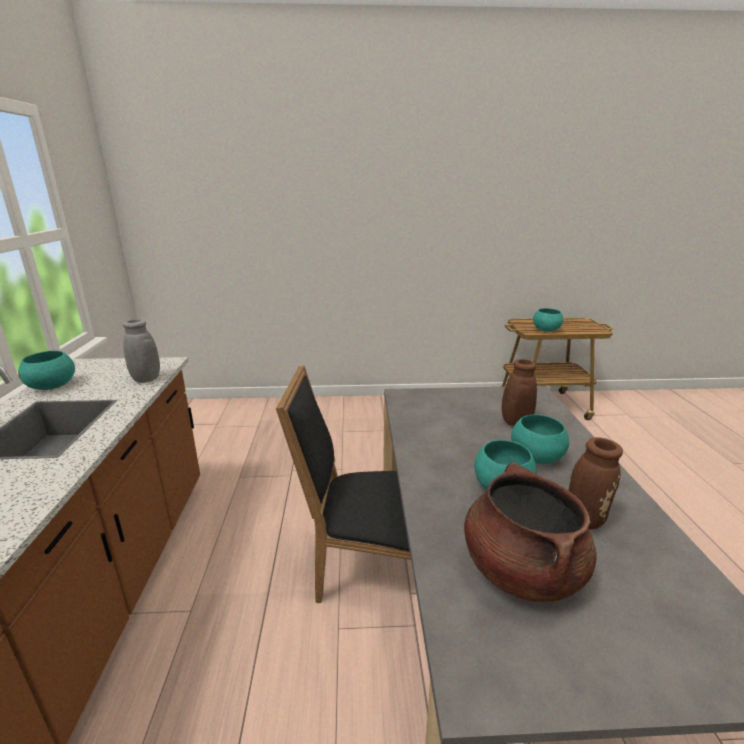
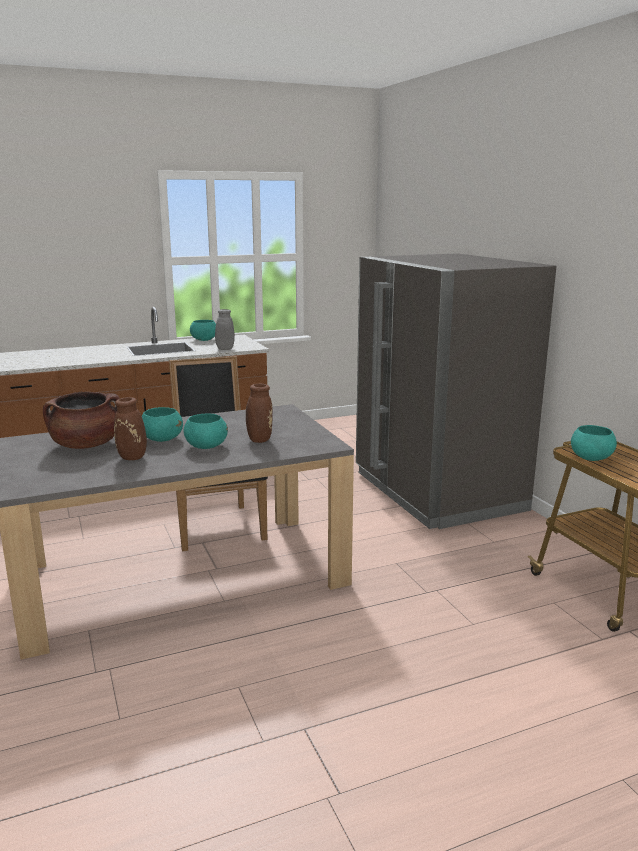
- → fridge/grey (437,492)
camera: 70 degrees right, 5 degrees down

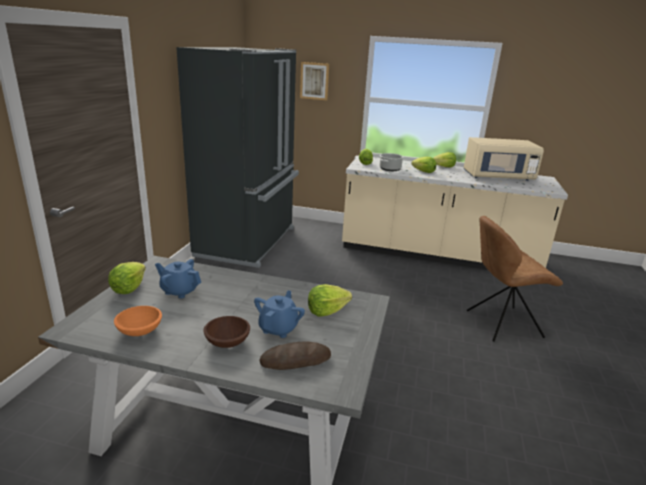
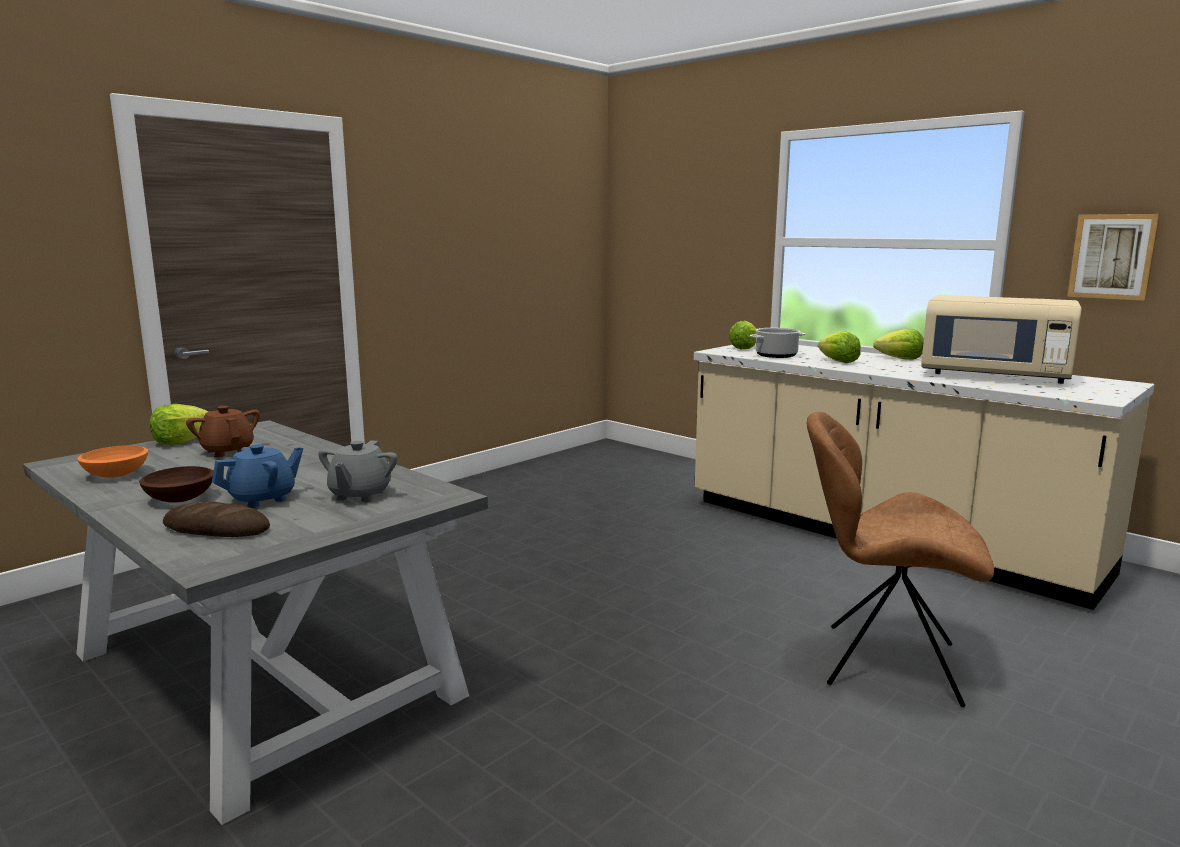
fridge/black (249,242) → -
picture (314,81) → picture (1112,256), move
teapot/blue (179,291) → teapot/brown (227,451)
lettuce (327,311) → teapot/grey (360,495)
camera: 30 degrees right, 10 degrees down

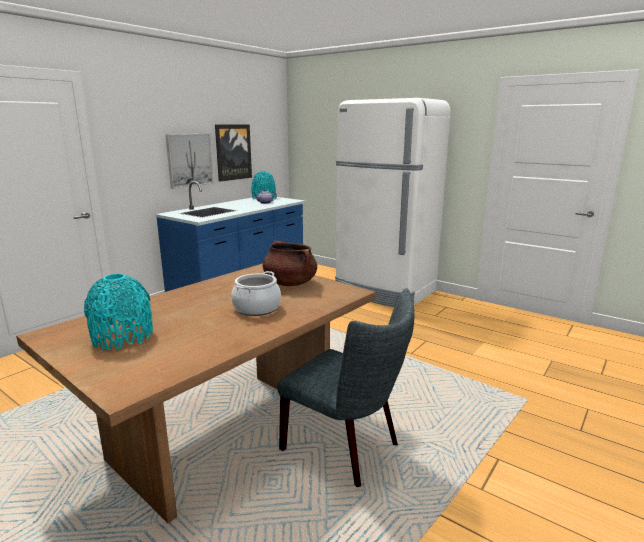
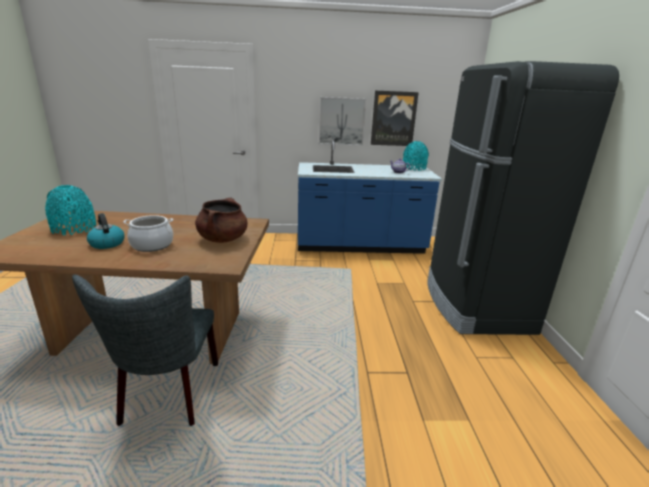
fridge/white (385,292) → fridge/black (475,305)
- → kettle (107,243)
camera: 50 degrees right, 5 degrees up

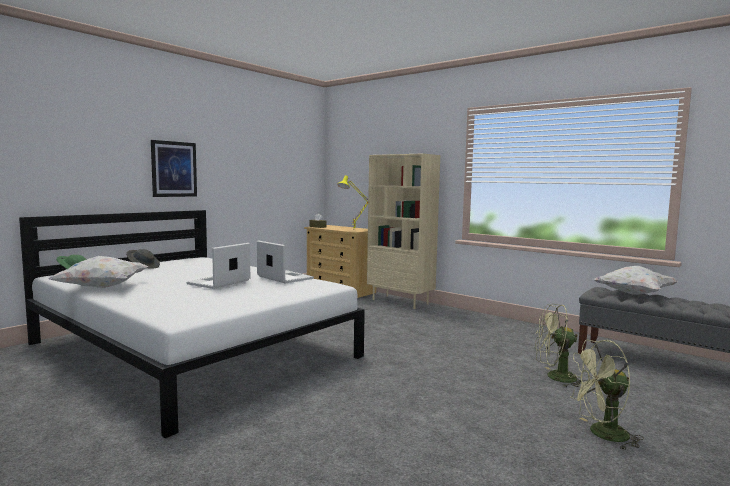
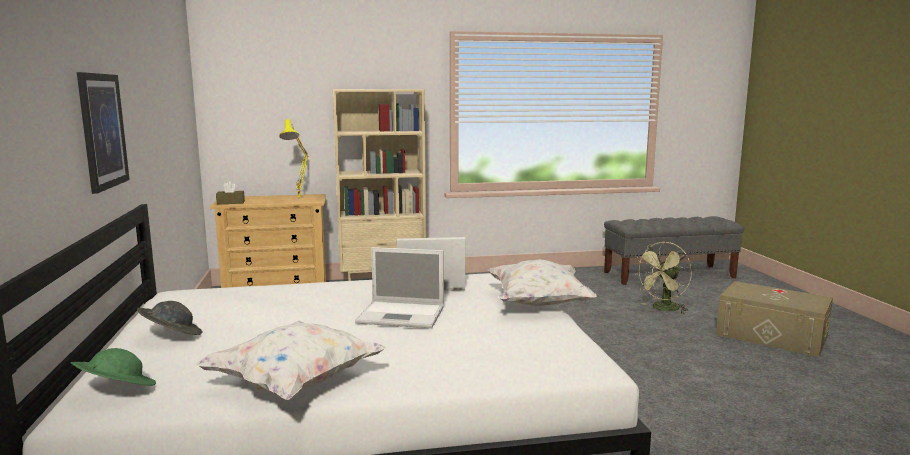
laptop (218,282) → laptop (403,315), 60 degrees counterclockwise
pillow/white (634,294) → pillow/white (538,304), move
fan/green (601,434) → storage box/beige (771,336)
camera: 50 degrees left, 5 degrees up

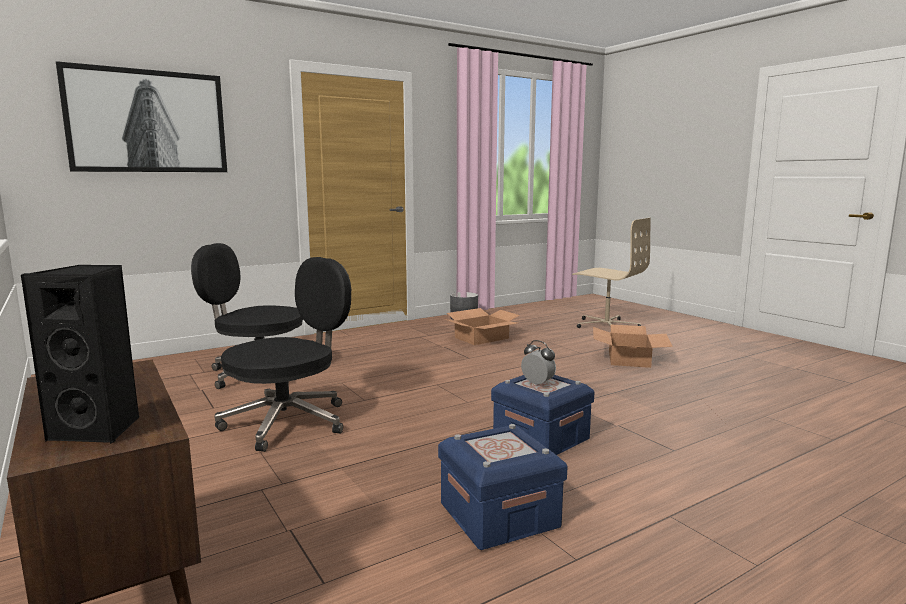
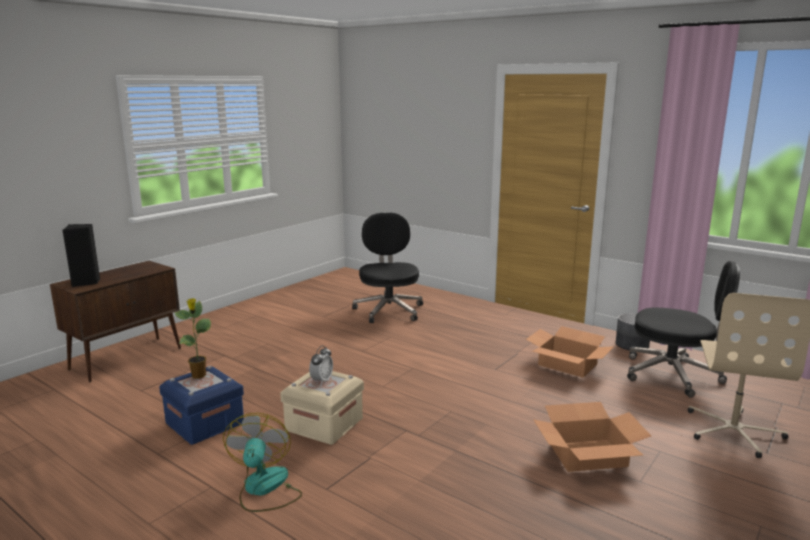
picture (148,121) → -
office chair/black (289,422) → office chair/black (673,374), move
storage box/blue (541,438) → storage box/beige (324,424)
- → potted plant (199,376)
- → fan (264,489)
camera: 70 degrees right, 5 degrees up

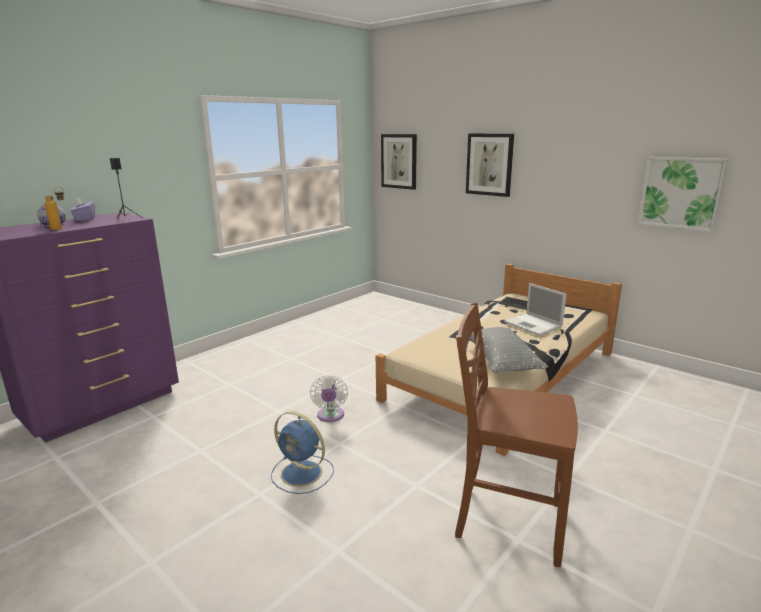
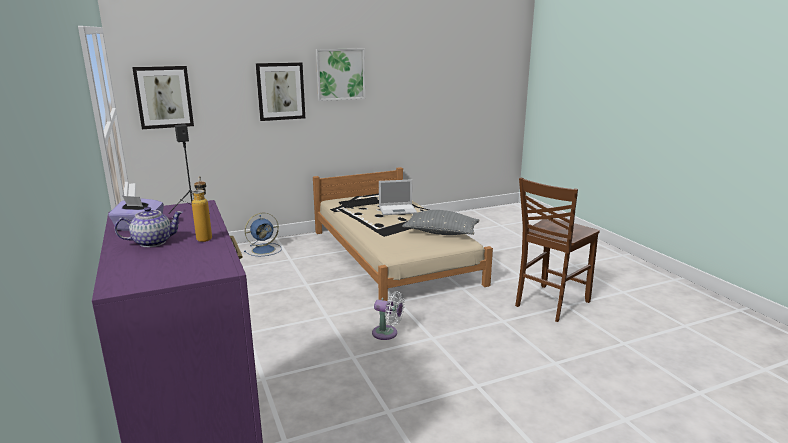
picture (681,193) → picture (340,74), move
fan/blue (303,474) → fan/blue (264,249), move
camera: 65 degrees left, 0 degrees up

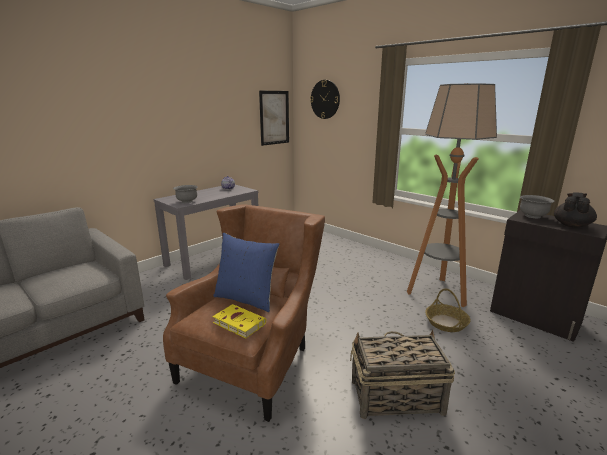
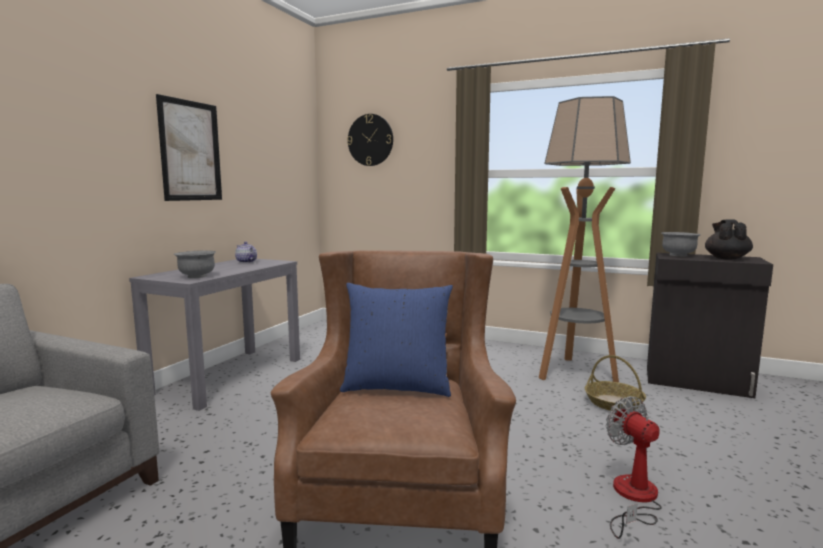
picture (274,117) → picture (190,151), move
book/yellow (238,323) → -
basket (395,396) → fan (633,498)
camera: 20 degrees left, 10 degrees down

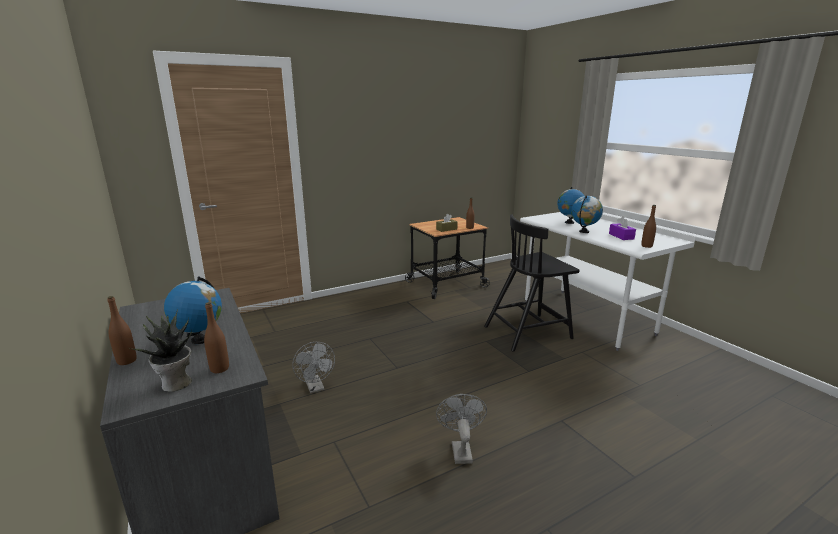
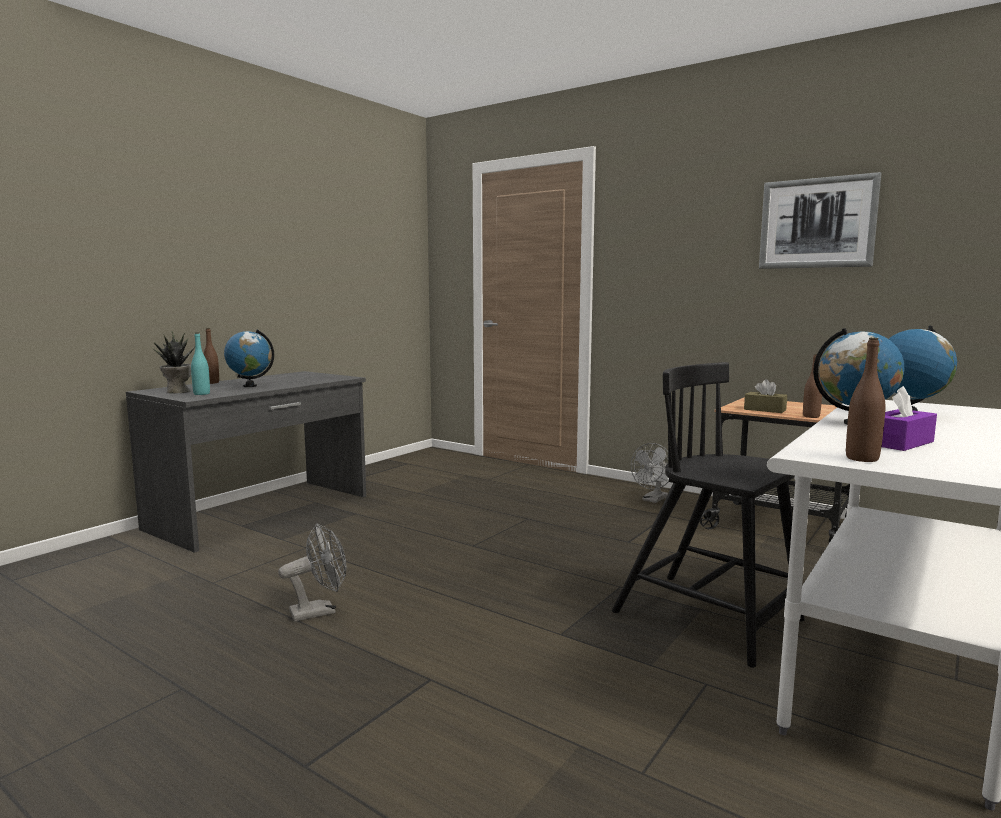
bottle/brown (219,369) → bottle/turquoise (201,394)
fan/grey (316,387) → fan/grey (653,500), move
- → picture (817,223)
camera: 65 degrees right, 10 degrees down

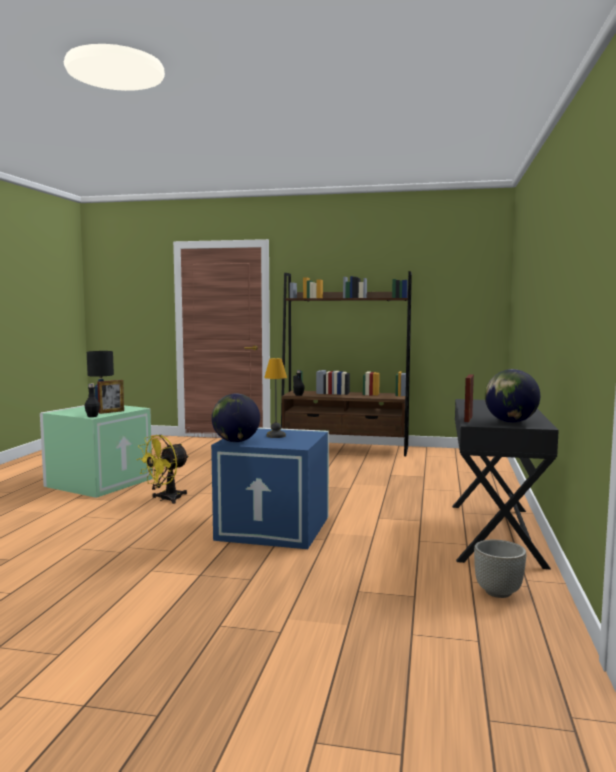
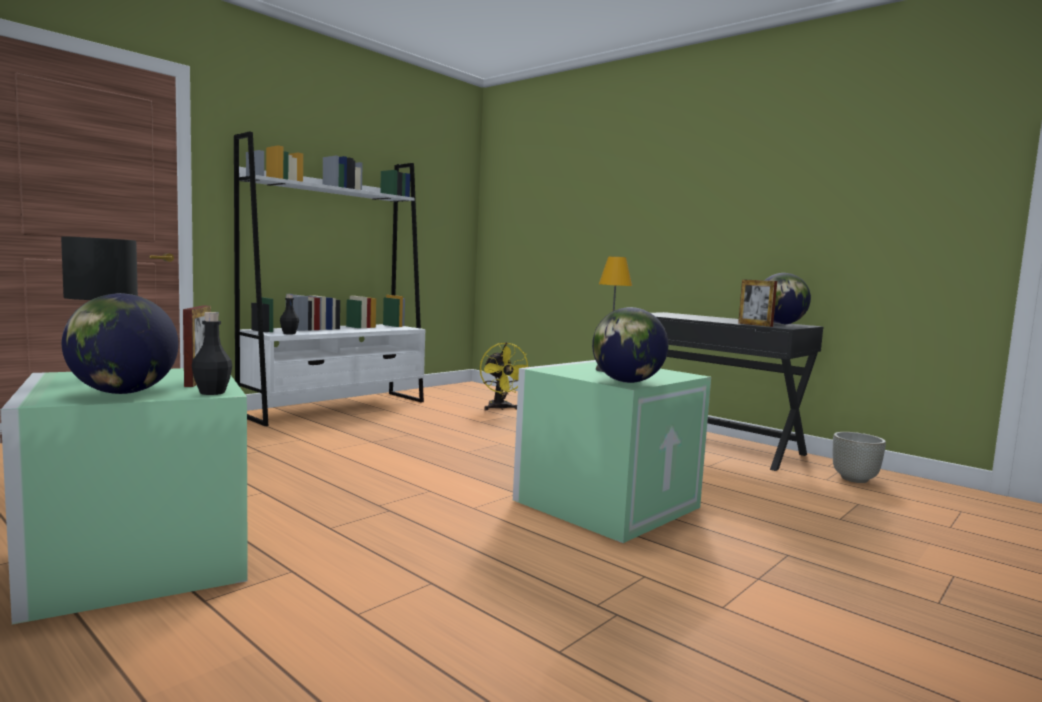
bookcase/brown (345,449) → bookcase/white (337,407)
storage box/blue (275,527) → storage box/green (606,502)
fan/yellow (165,499) → fan/yellow (500,408), move
- → globe (123,393)
camera: 60 degrees left, 0 degrees up

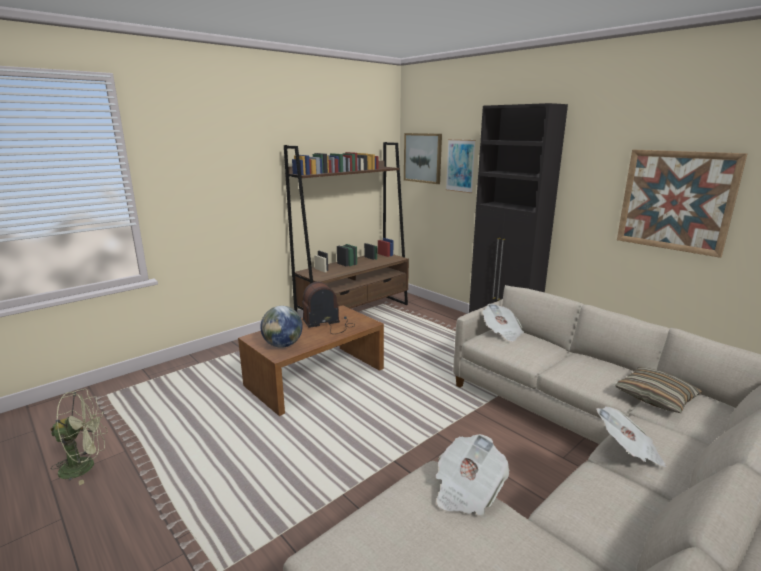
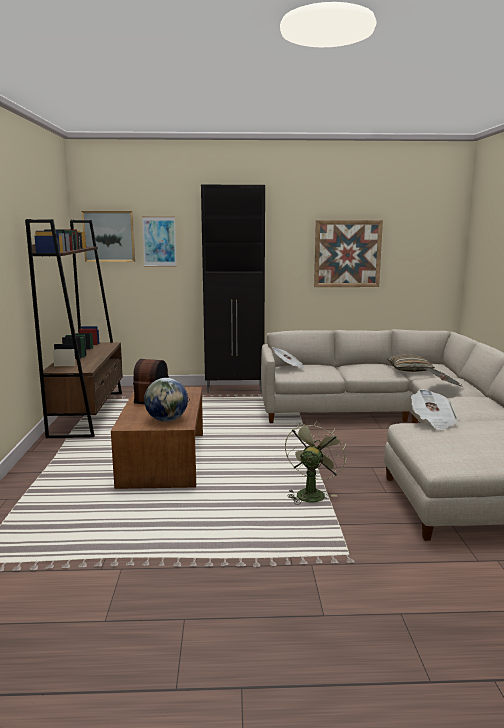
fan/green (85,466) → fan/green (311,493), move
camera: 50 degrees left, 5 degrees down

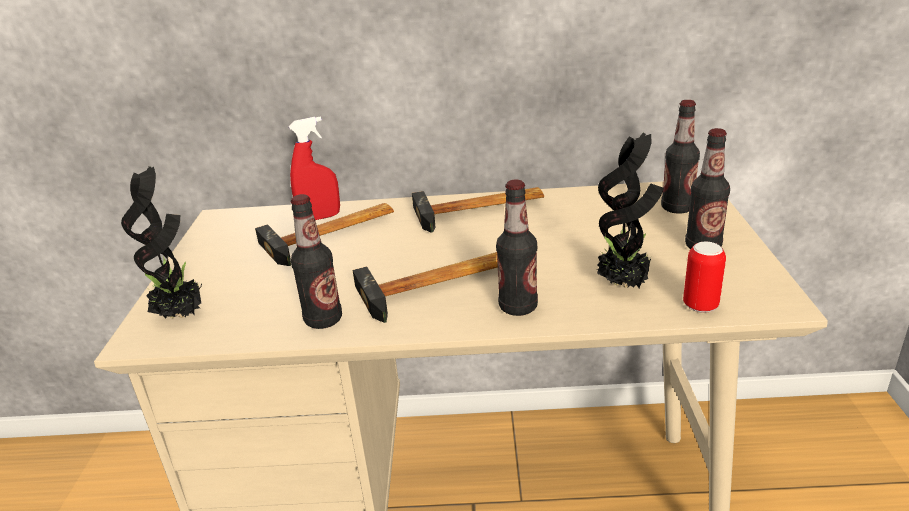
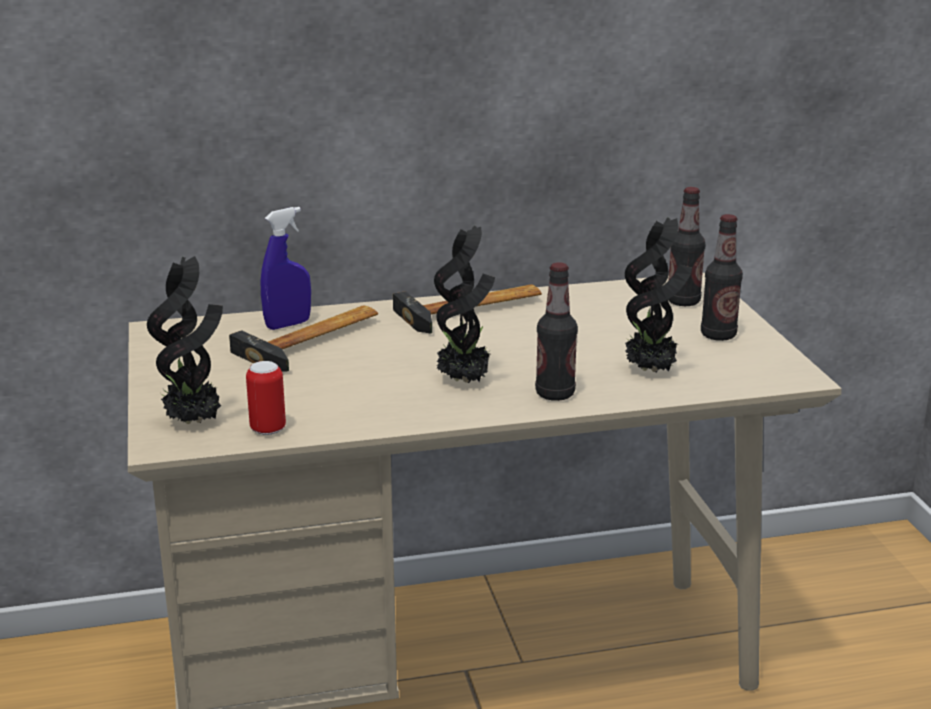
spray bottle/red (320,217) → spray bottle/blue (288,324)
bottle (323,320) → -
can (700,305) → can (268,429), move
hammer (439,286) → potted plant (465,381)
camera: 15 degrees left, 5 degrees down

